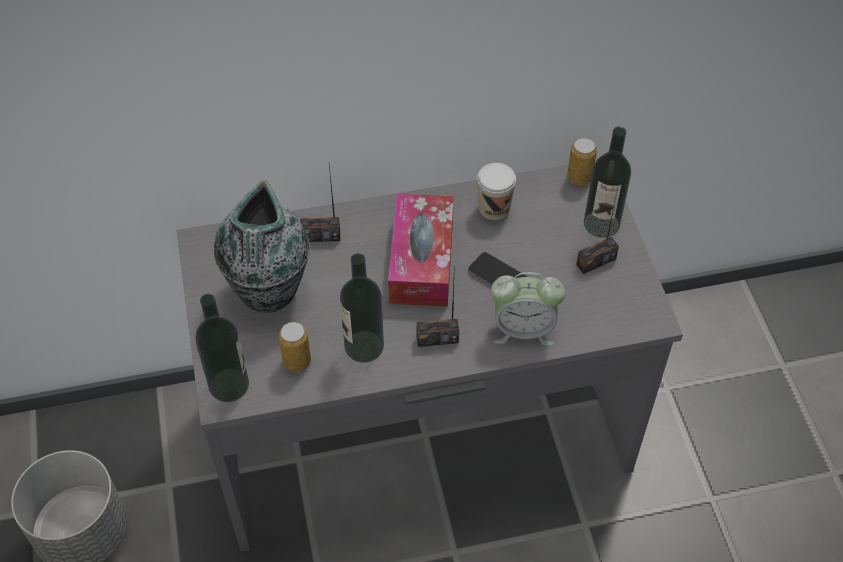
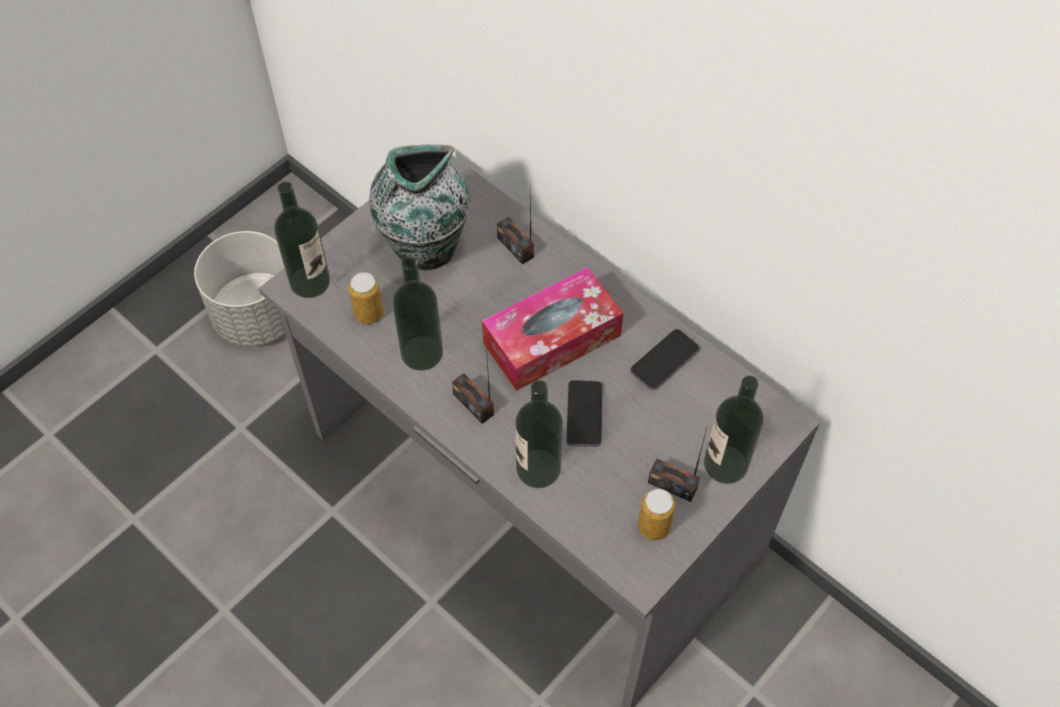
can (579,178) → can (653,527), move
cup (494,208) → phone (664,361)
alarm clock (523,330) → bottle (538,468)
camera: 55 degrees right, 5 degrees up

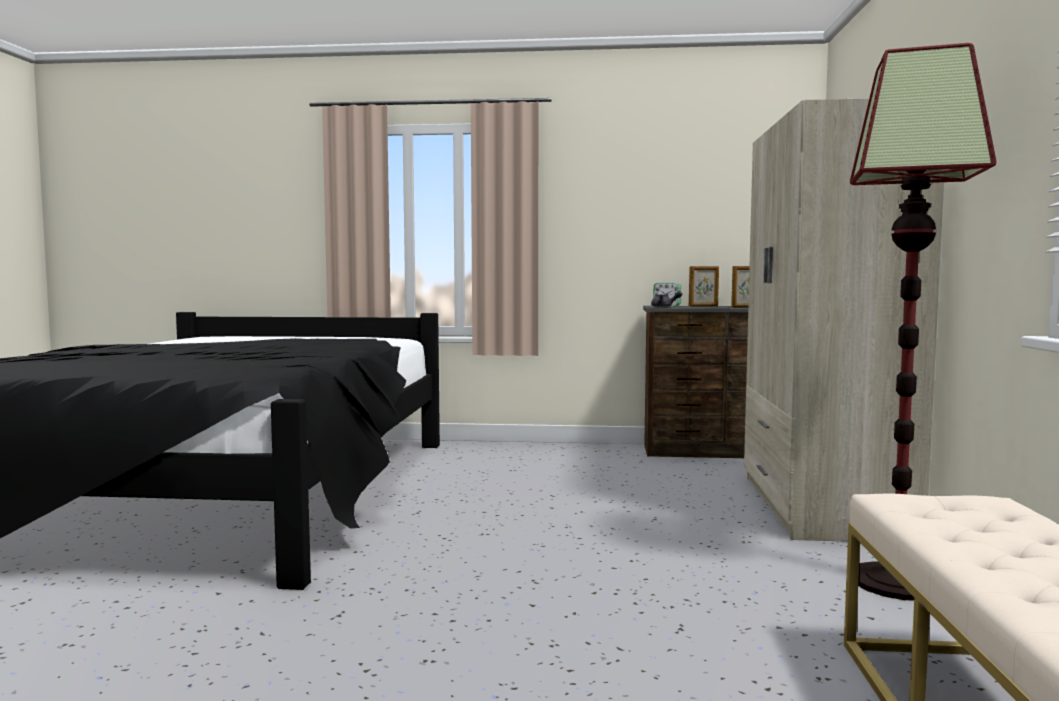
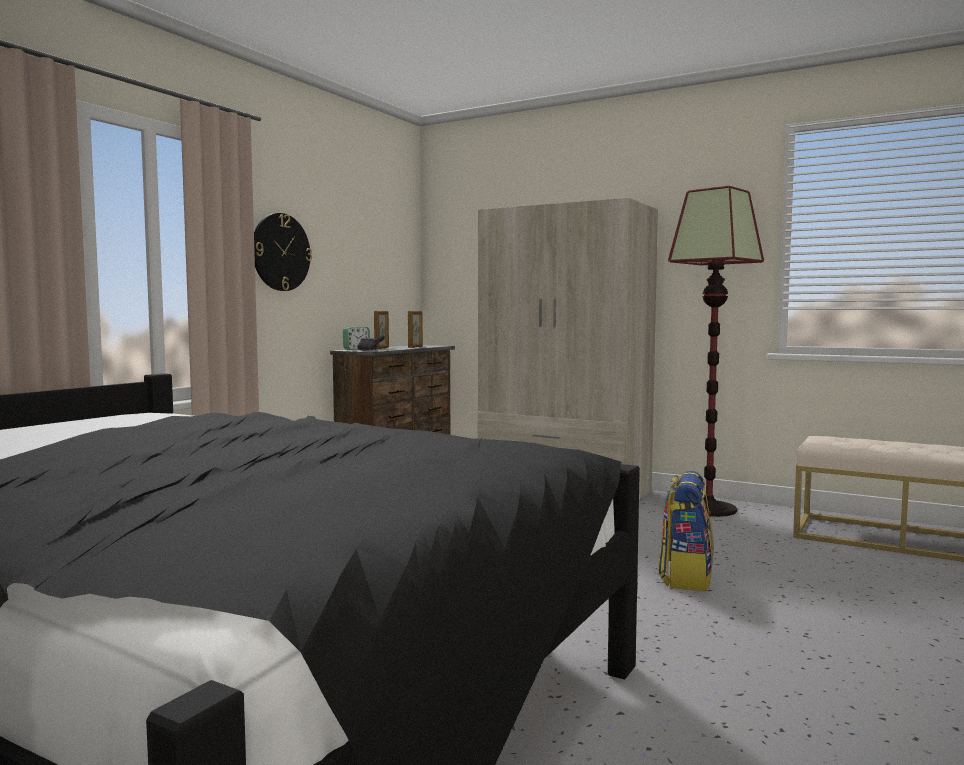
- → wall clock (281,252)
- → backpack (685,577)
camera: 65 degrees left, 0 degrees up

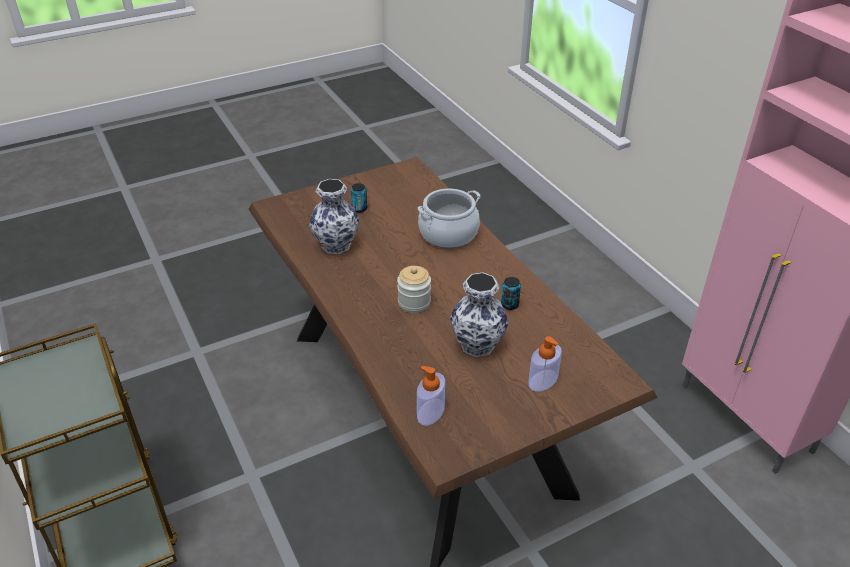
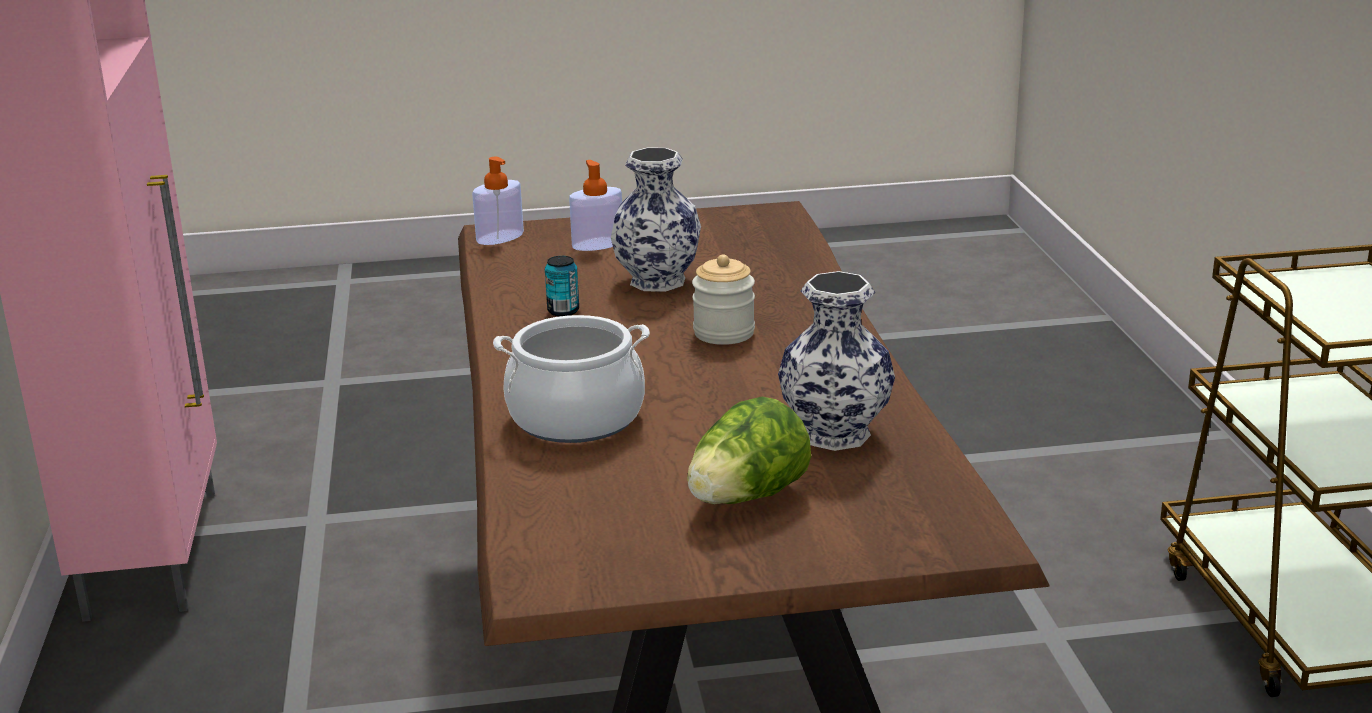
can (359,208) → lettuce (747,498)
soap dispenser (430,412) → soap dispenser (500,237), move
camera: 160 degrees left, 15 degrees down

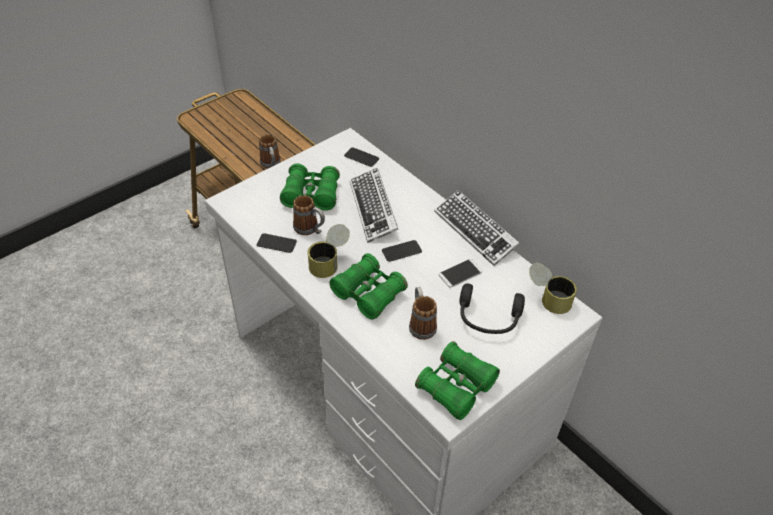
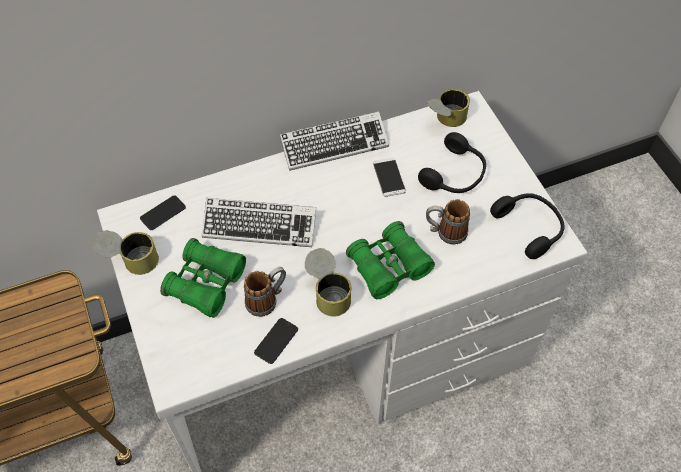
mug (271,165) → -
phone (401,251) → -
binoculars/green (456,387) → headphones/black (529,227)
- → can (131,260)
camera: 70 degrees left, 10 degrees up

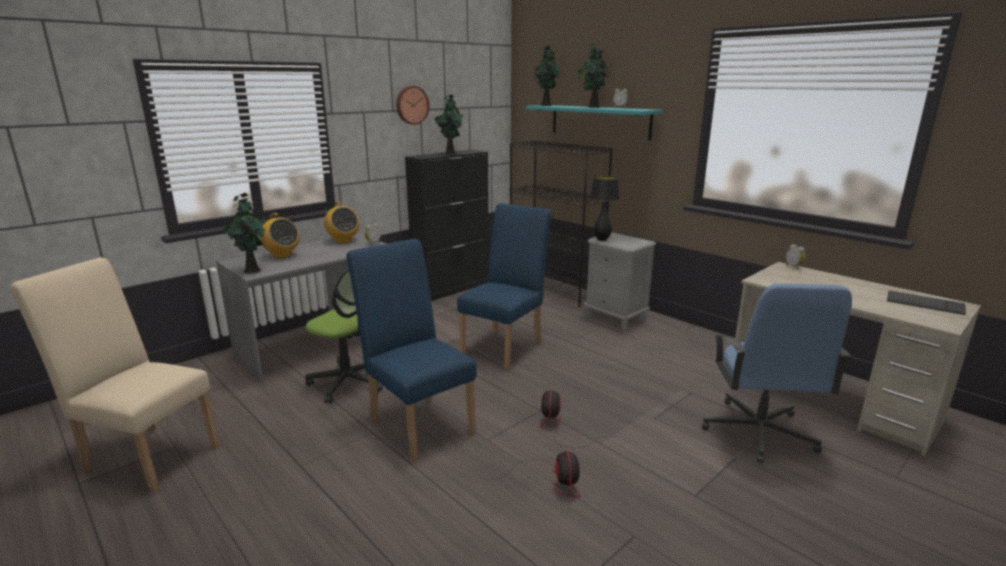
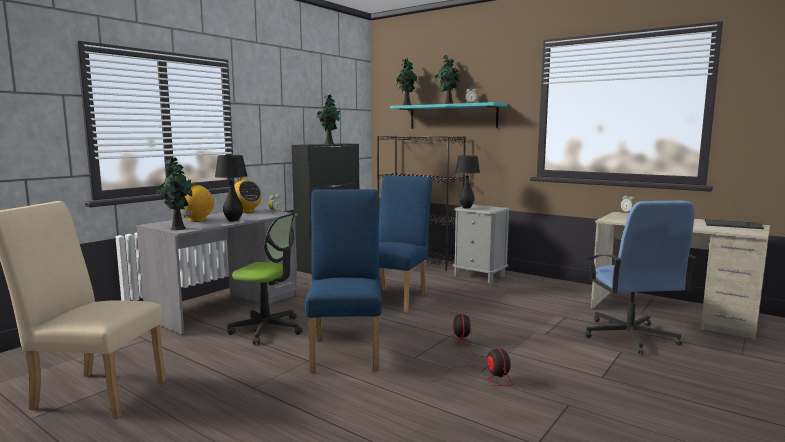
wall clock (411,105) → -
radio (282,255) → radio (197,220), 90 degrees counterclockwise
chair/blue (418,421) → chair/blue (347,350), 45 degrees clockwise
- → table lamp/black (233,220)
camera: 10 degrees left, 10 degrees down

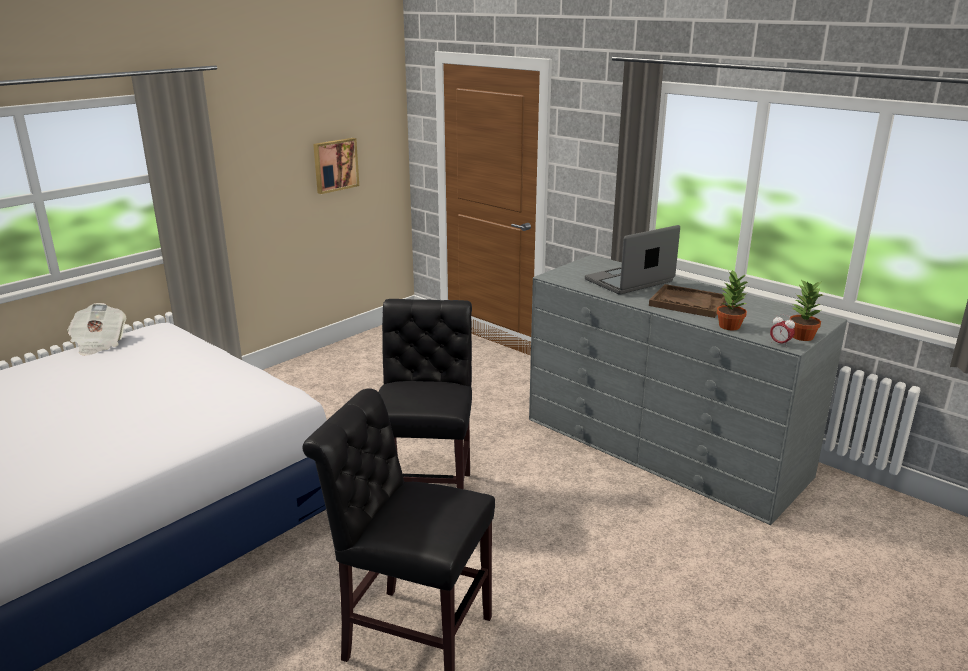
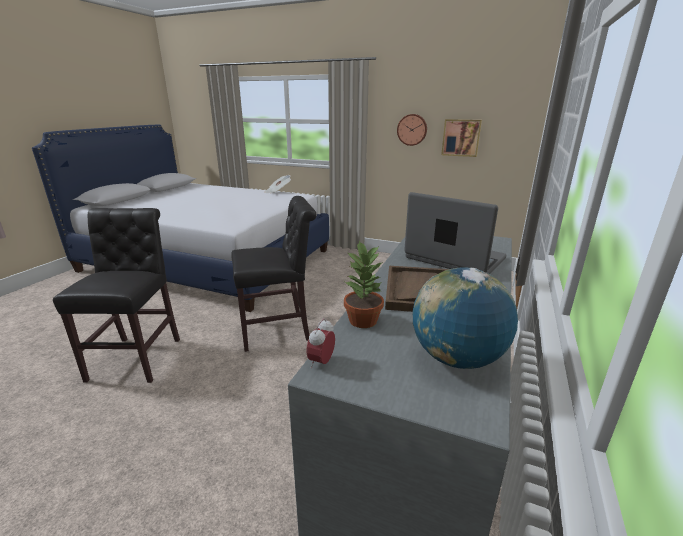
potted plant (801,336) → -
- → wall clock (412,129)
- → globe (456,358)
camera: 70 degrees right, 0 degrees up

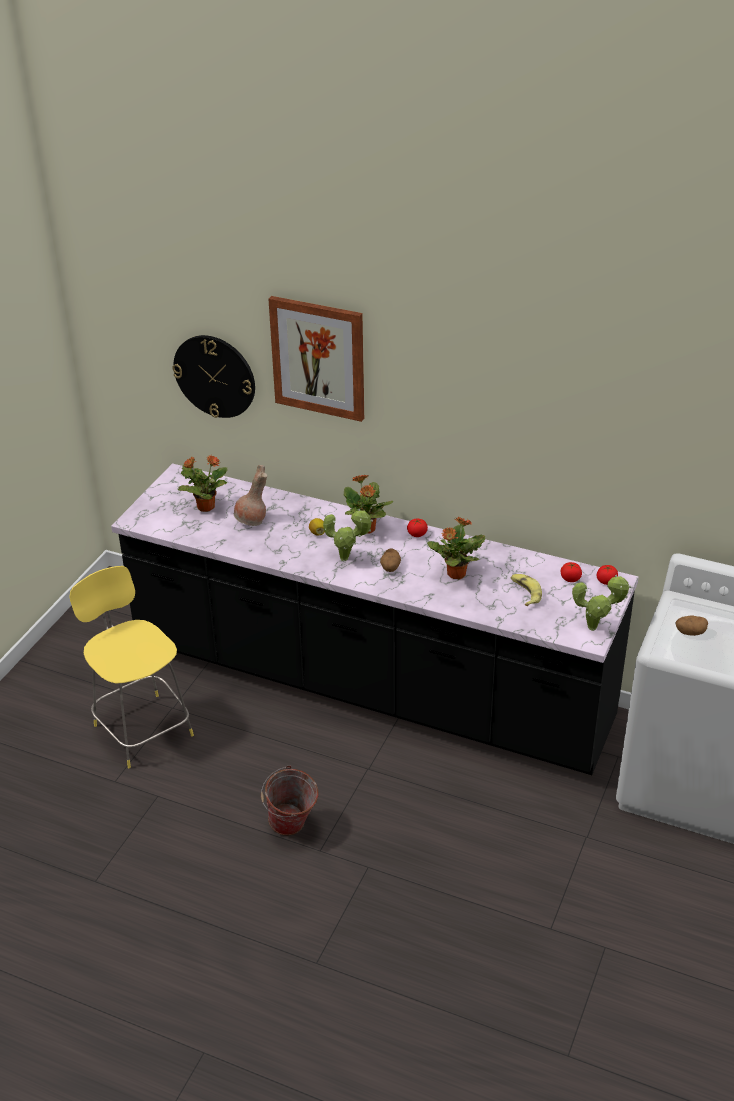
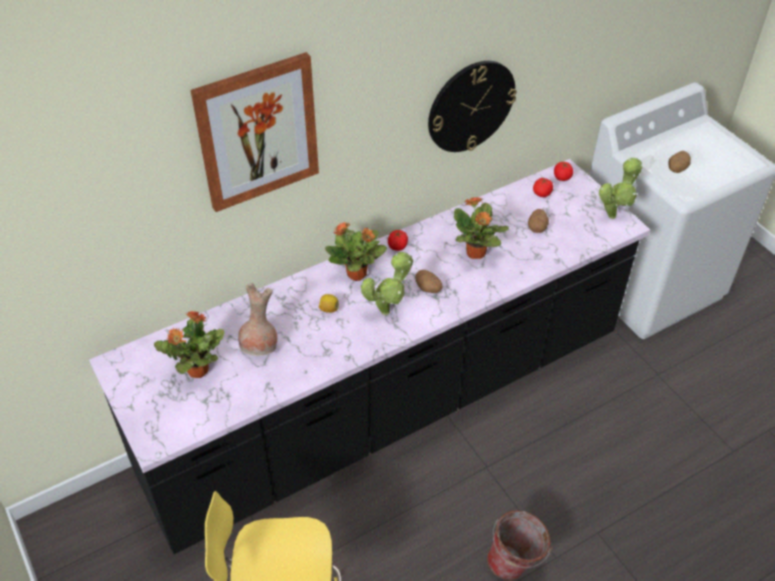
wall clock (215,376) → wall clock (471,106), move
banana (525,593) → potato (537,227)
camera: 55 degrees left, 10 degrees up

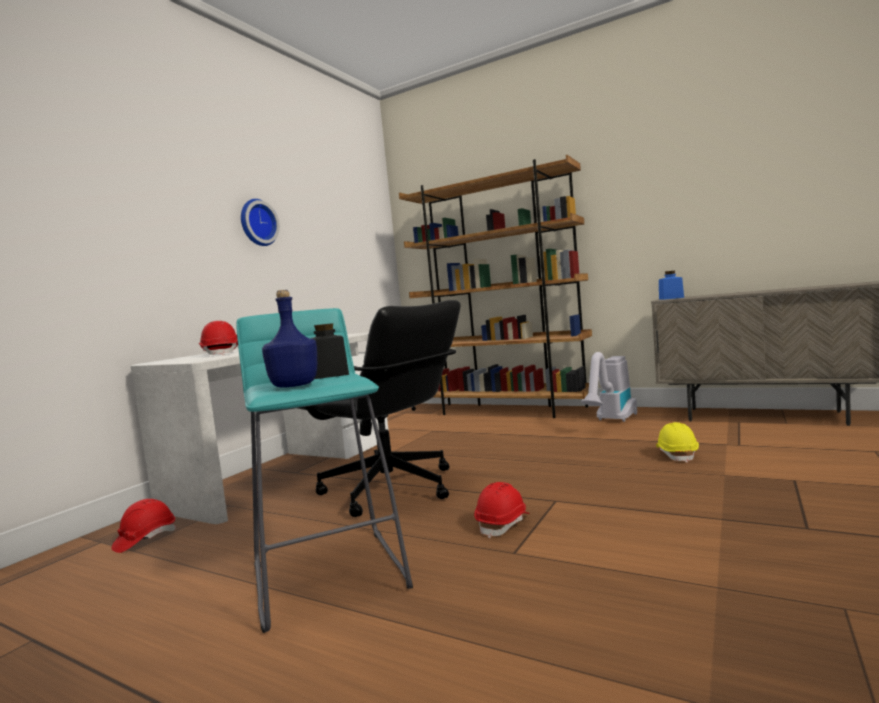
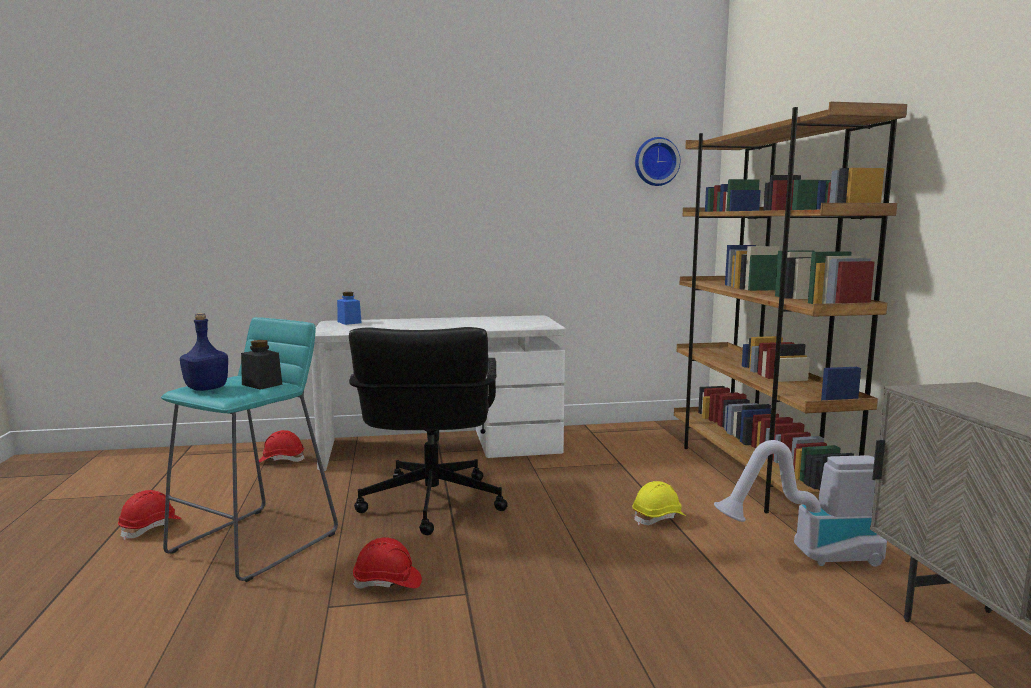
wall clock (257,223) → wall clock (656,162), move
jar/blue (671,298) → jar/blue (349,322), move
hard hat/red (221,353) → hard hat/red (151,527), move
hard hat/yellow (677,454) → hard hat/yellow (658,518), move
camera: 50 degrees right, 5 degrees up

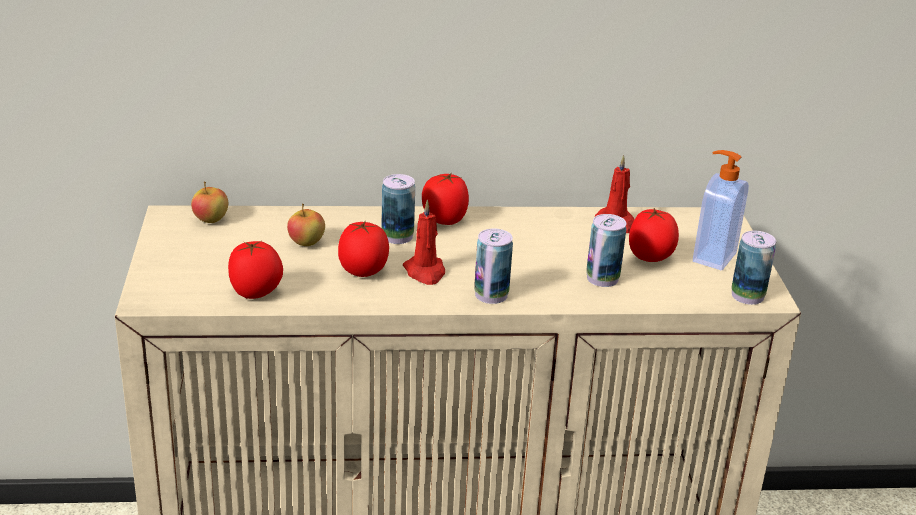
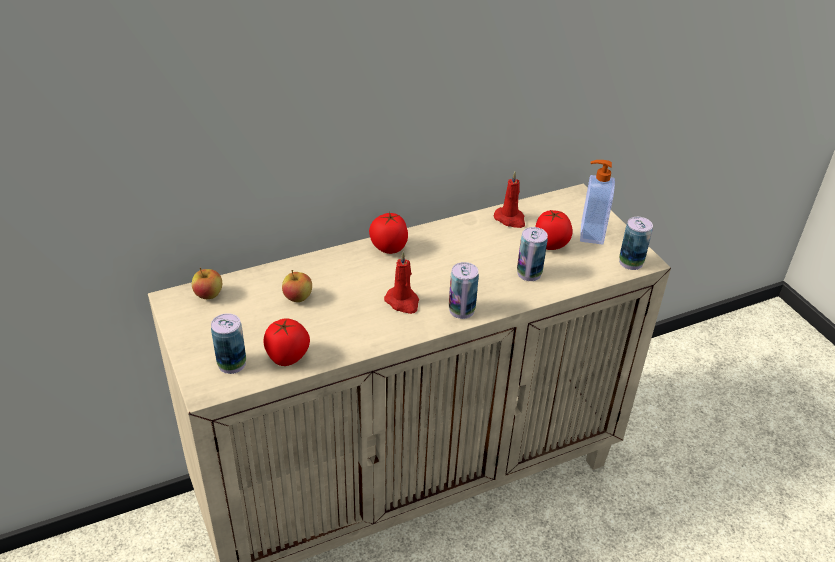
can (397,236) → can (232,364), move
tomato (363,272) → -
camera: 20 degrees left, 10 degrees up

